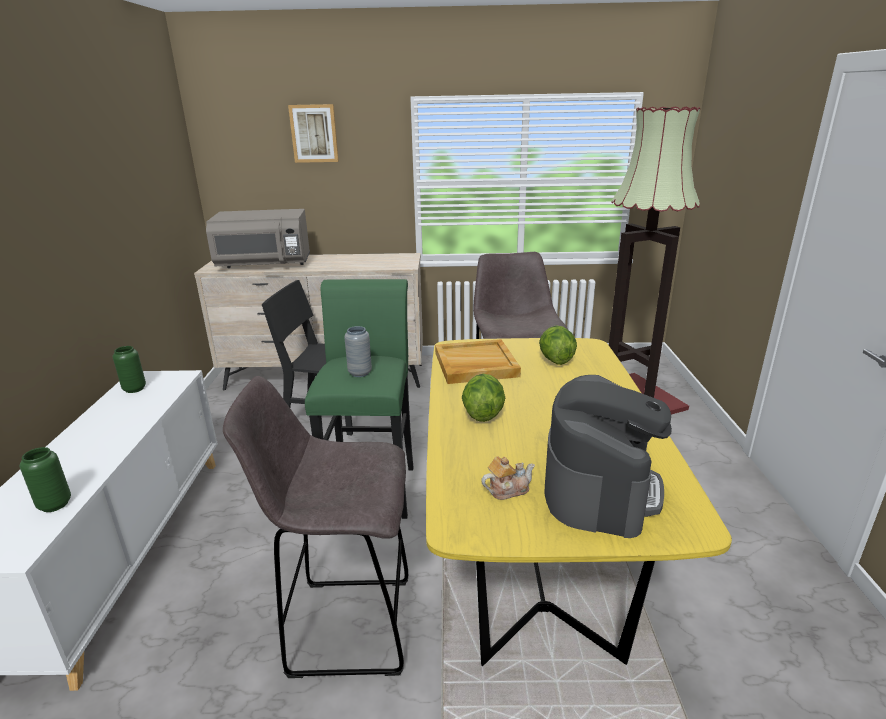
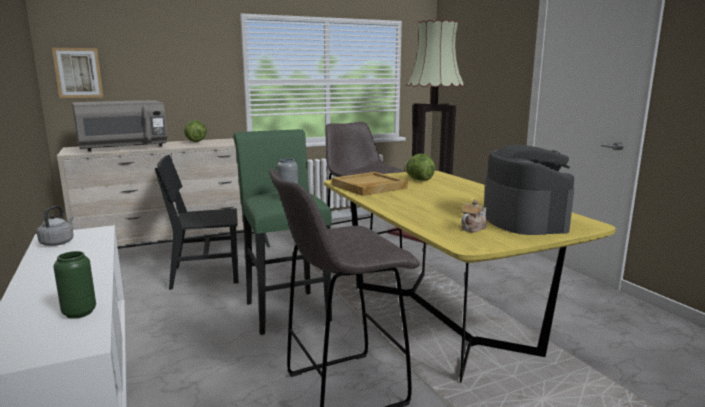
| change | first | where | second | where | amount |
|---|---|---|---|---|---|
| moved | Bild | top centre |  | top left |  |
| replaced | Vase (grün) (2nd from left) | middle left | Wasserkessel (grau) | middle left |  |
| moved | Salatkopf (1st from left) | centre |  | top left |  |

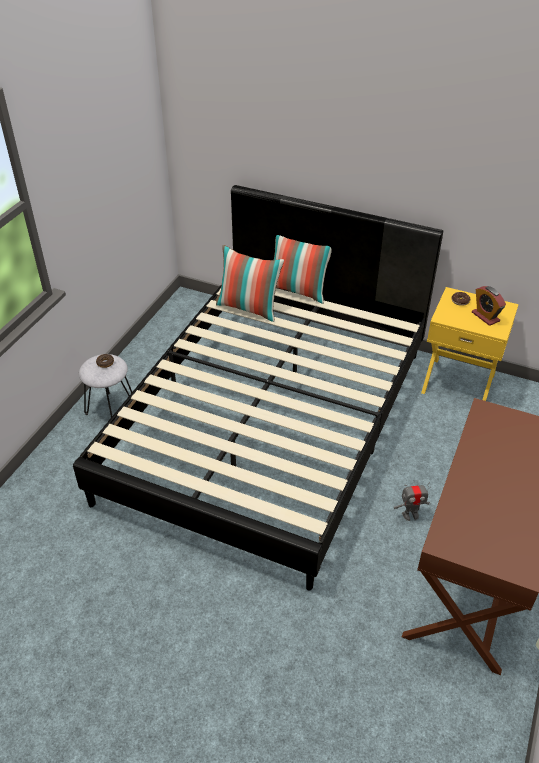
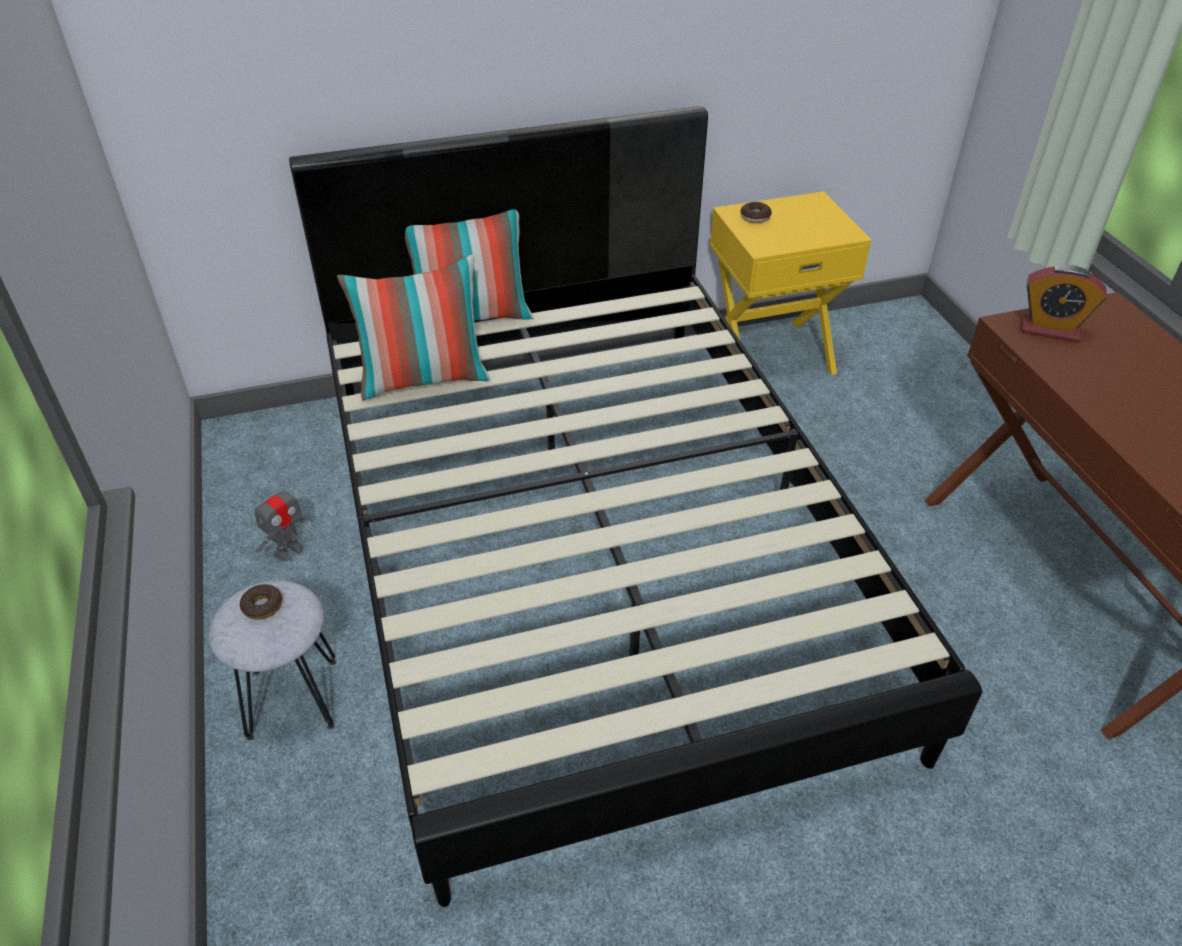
| change | first | where | second | where | amount |
|---|---|---|---|---|---|
| moved | Wecker | middle right |  | top right |  |
| moved | Spielzeugroboter | middle right |  | middle left |  |

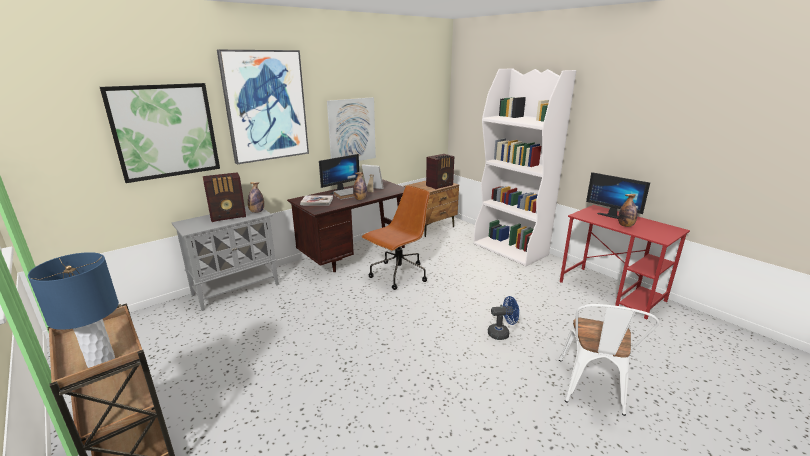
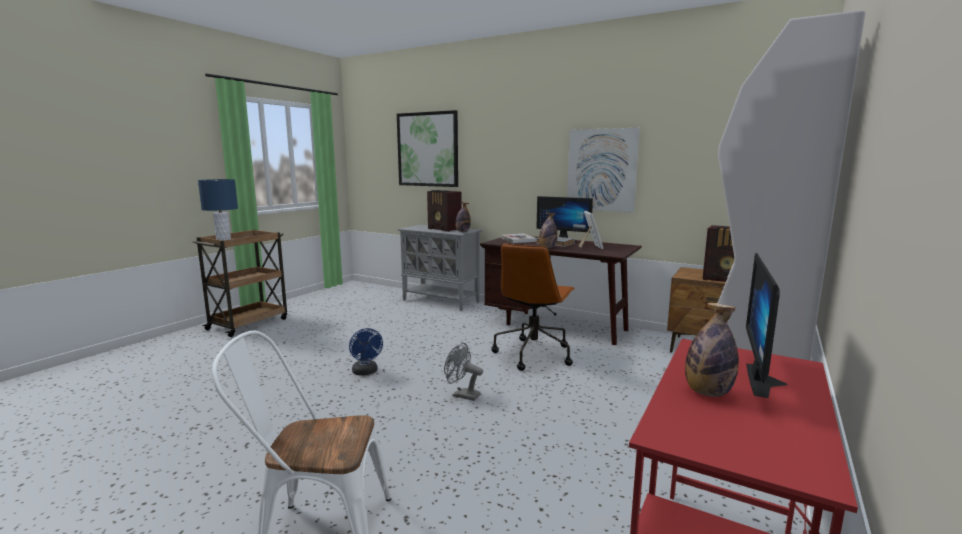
| change | first | where | second | where | amount |
|---|---|---|---|---|---|
| removed | Bild (2nd from left) | top left |  |  |  |
| turned | Bürostuhl (braun) | centre |  | centre | 90 degrees clockwise |
| moved | Ventilator (blau) | bottom centre |  | centre |  |
| added |  |  | Ventilator (grau) | bottom centre |  |

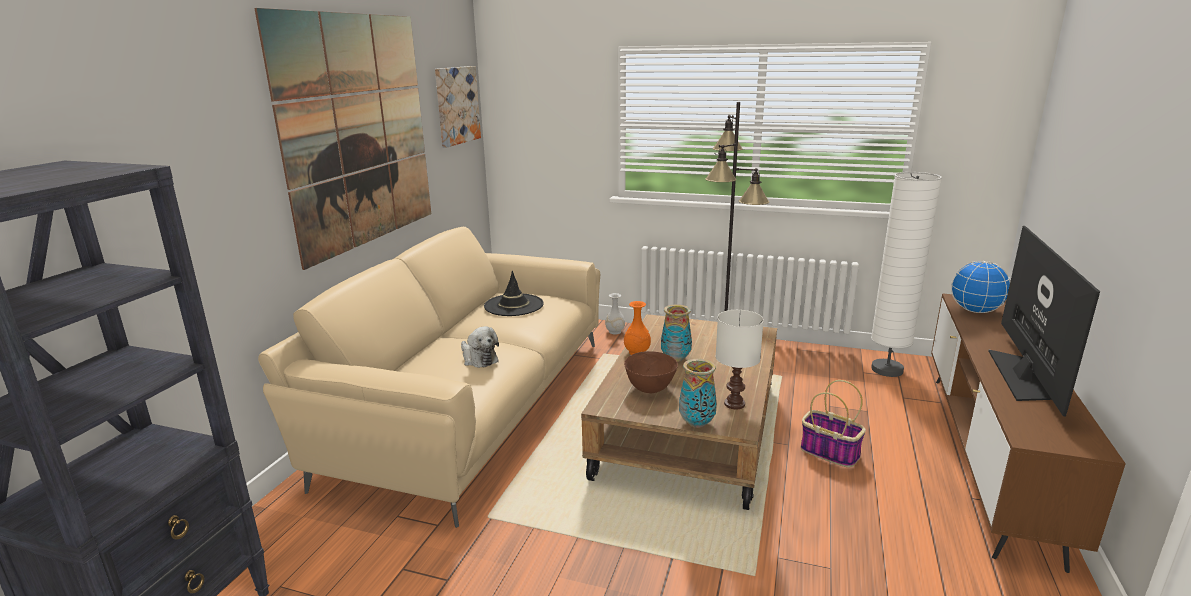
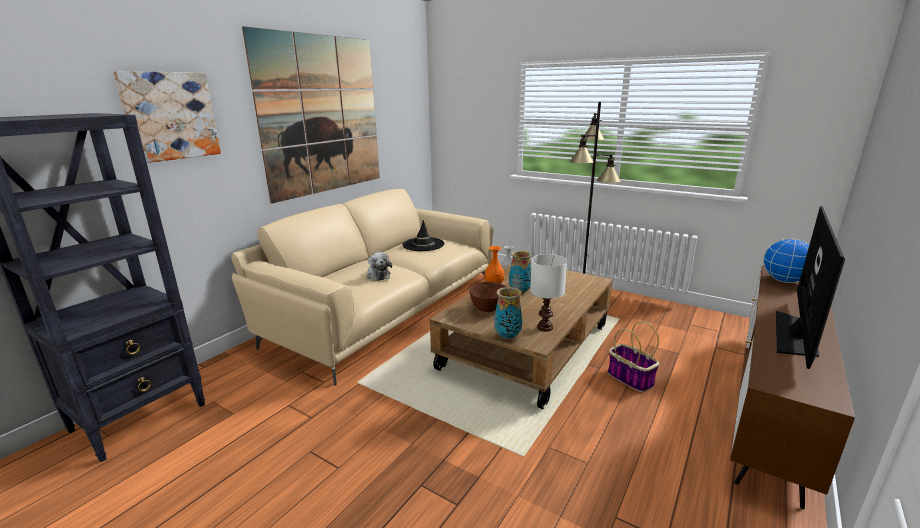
| change | first | where | second | where | amount |
|---|---|---|---|---|---|
| moved | Bild (2nd from left in the first image) | top centre | Bild (1st from left) | top left |  |
| removed | Stehlampe (weiß) | middle right |  |  |  |

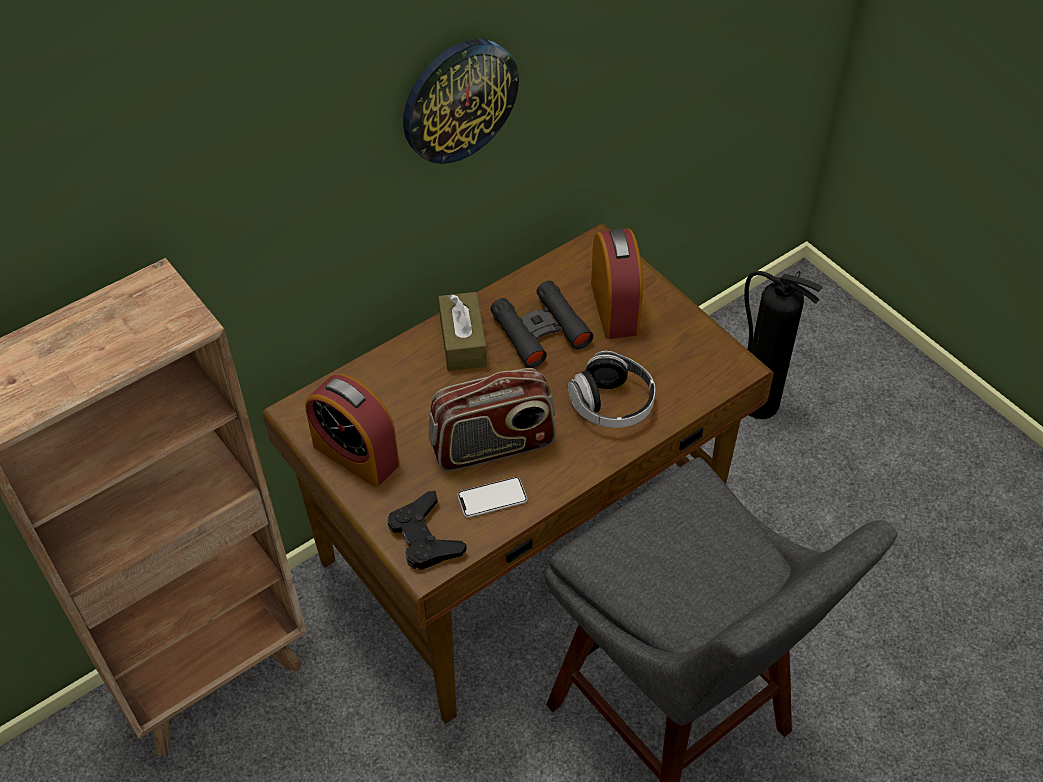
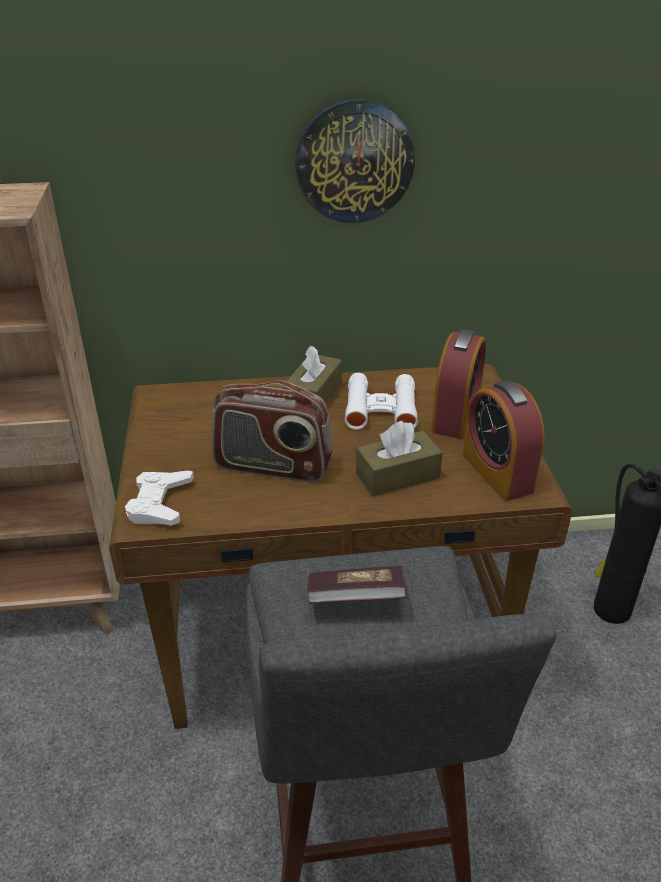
| change | first | where | second | where | amount |
|---|---|---|---|---|---|
| recoloured | Fernglas (schwarz) | centre | Fernglas (weiß) | centre |  |
| replaced | Kopfhörer | centre | Taschentuchbox (braun) (2nd from left) | centre |  |
| moved | Wecker (1st from left in the first image) | centre | Wecker (2nd from left) | middle right |  |
| removed | Handy | centre |  |  |  |
| recoloured | Gamepad (schwarz) | bottom centre | Gamepad (weiß) | middle left |  |
| added |  |  | Buch | centre |  |

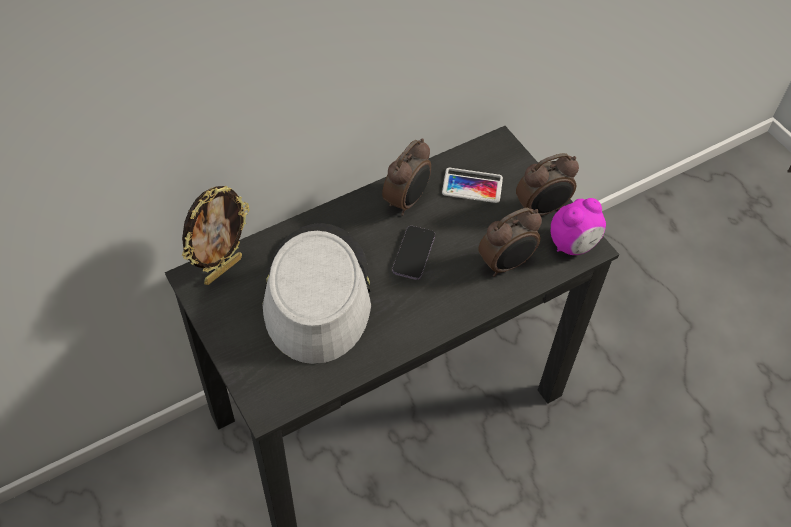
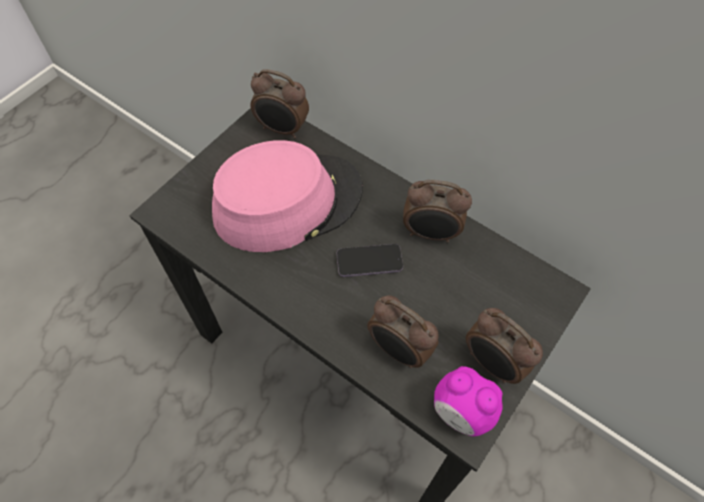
| change | first | where | second | where | amount |
|---|---|---|---|---|---|
| removed | Handy (2nd from left) | centre |  |  |  |
| replaced | Bilderrahmen | middle left | Wecker (1st from left) | top centre |  |
| recoloured | Hut (grau) | centre | Hut (rosa) | centre |  |

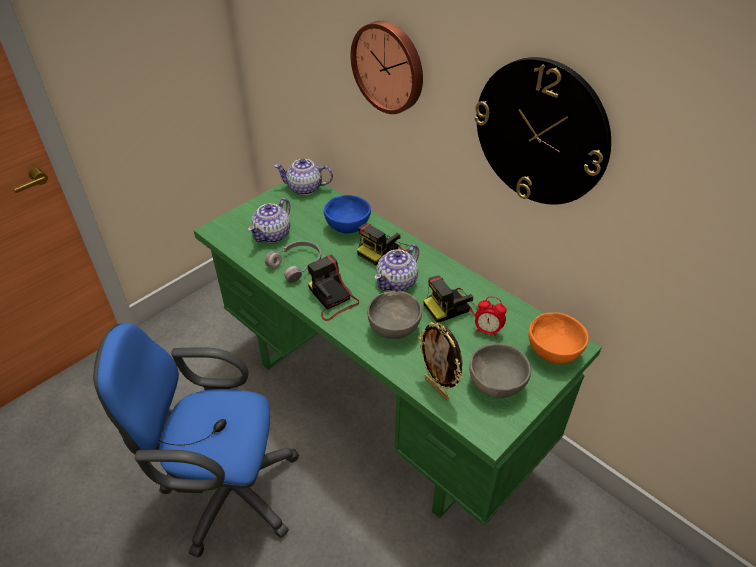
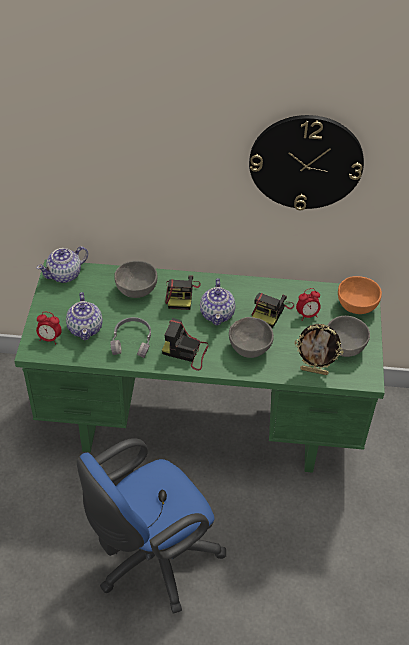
| change | first | where | second | where | amount |
|---|---|---|---|---|---|
| removed | Wanduhr (1st from left) | top centre |  |  |  |
| recoloured | Schüssel (blau) | centre | Schüssel (grau) (1st from left) | middle left |  |
| added |  |  | Wecker (1st from left) | middle left |  |

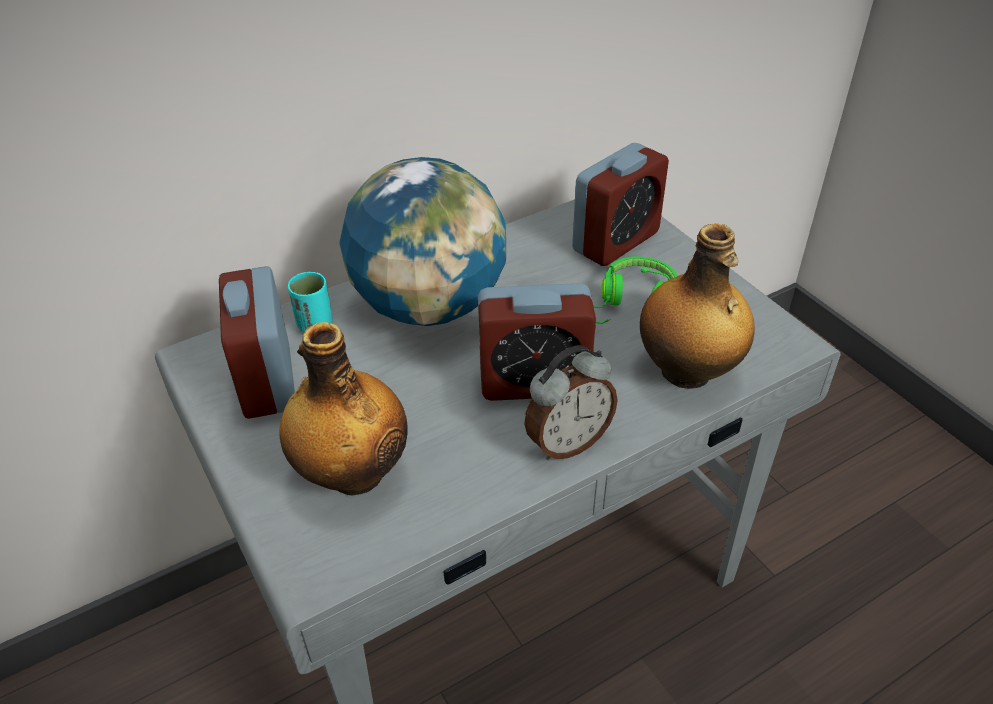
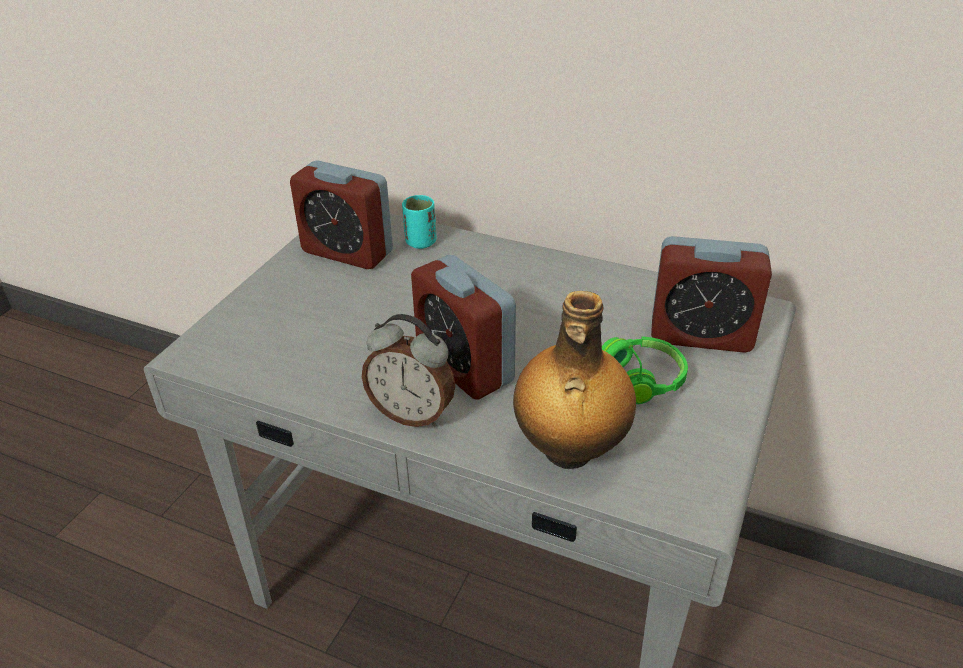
| change | first | where | second | where | amount |
|---|---|---|---|---|---|
| removed | Globus | centre |  |  |  |
| turned | Wecker (1st from left) | middle left |  | top centre | 105 degrees counterclockwise |
| removed | Flasche (1st from left) | centre |  |  |  |

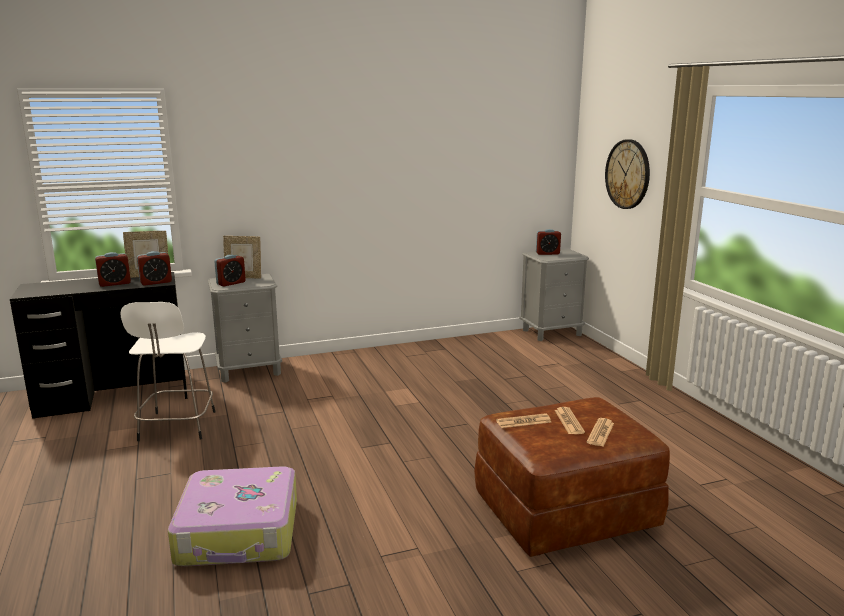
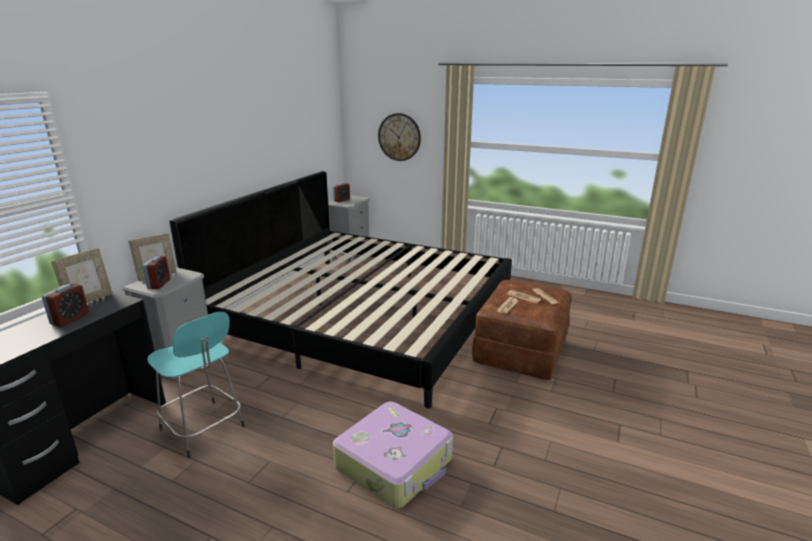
| change | first | where | second | where | amount |
|---|---|---|---|---|---|
| removed | Wecker (2nd from left) | middle left |  |  |  |
| recoloured | Hocker (weiß) | middle left | Hocker (türkis) | bottom left |  |
| added |  |  | Bett | centre |  |

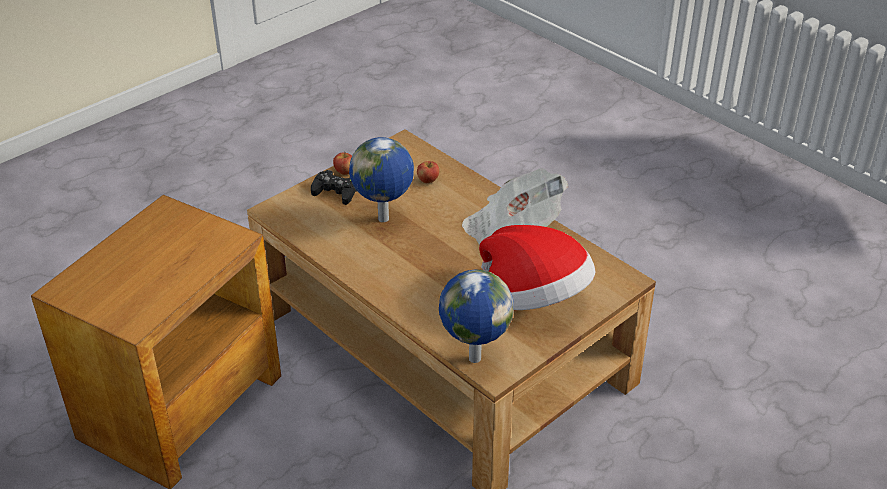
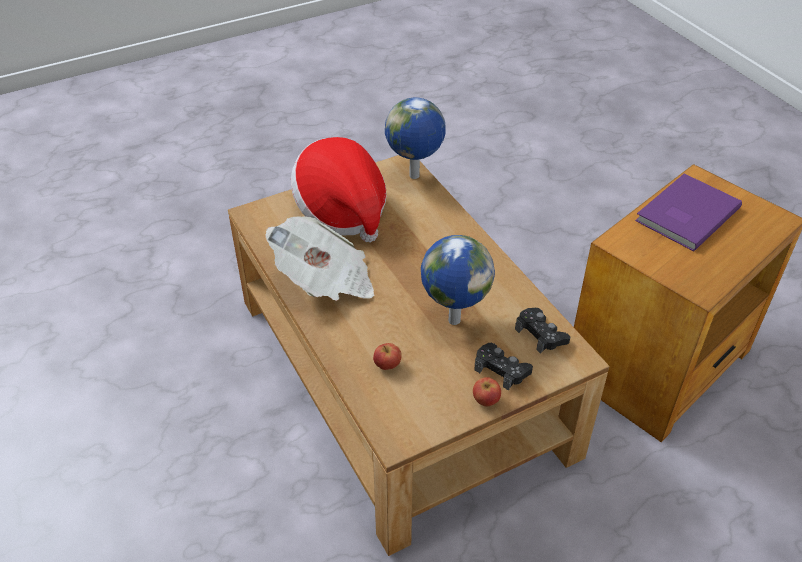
| change | first | where | second | where | amount |
|---|---|---|---|---|---|
| added |  |  | Buch (lila) | middle right |  |
| added |  |  | Gamepad (schwarz) (2nd from left) | middle right |  |

